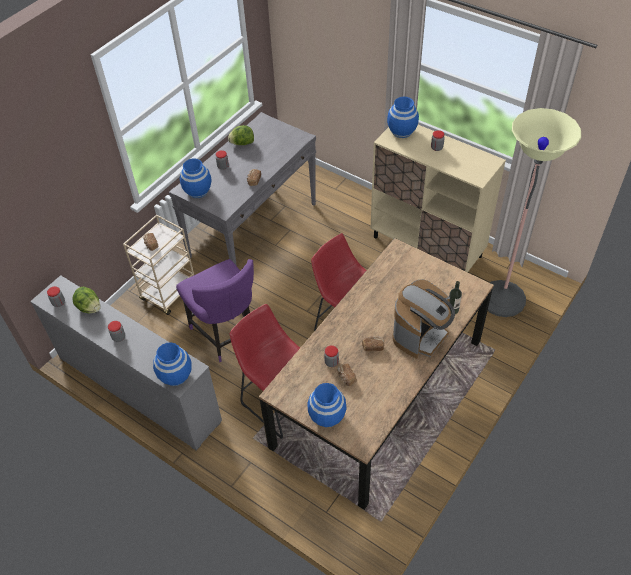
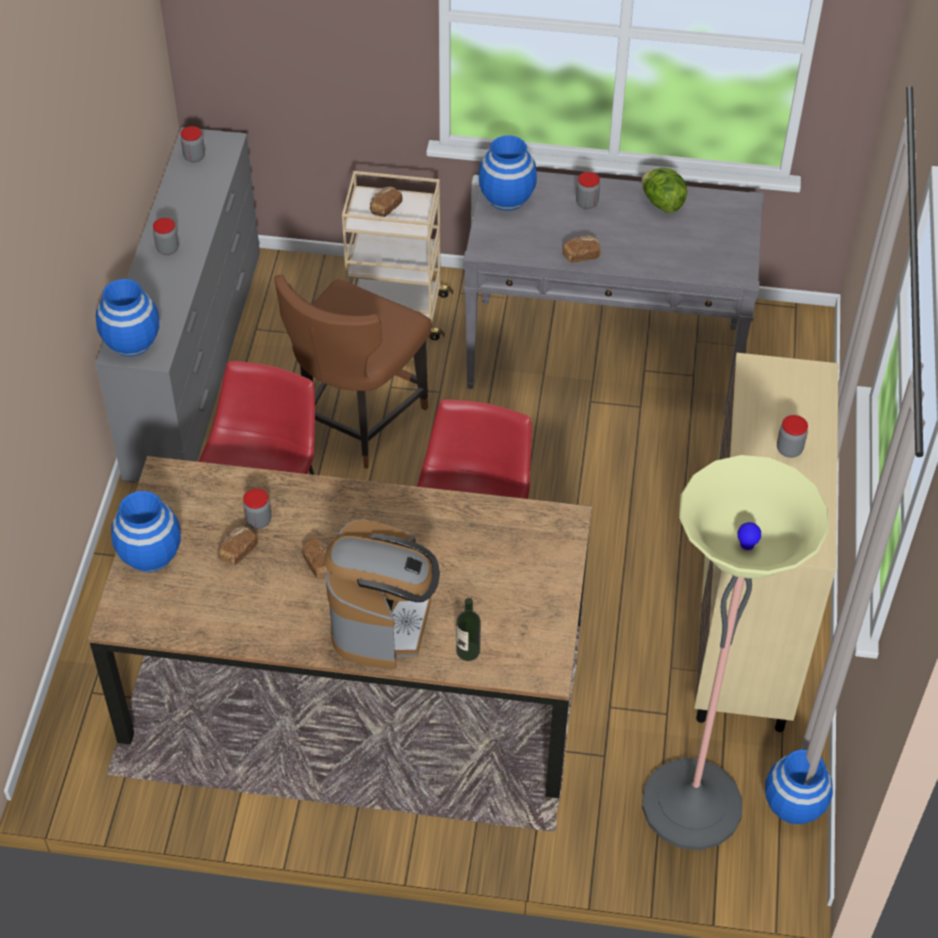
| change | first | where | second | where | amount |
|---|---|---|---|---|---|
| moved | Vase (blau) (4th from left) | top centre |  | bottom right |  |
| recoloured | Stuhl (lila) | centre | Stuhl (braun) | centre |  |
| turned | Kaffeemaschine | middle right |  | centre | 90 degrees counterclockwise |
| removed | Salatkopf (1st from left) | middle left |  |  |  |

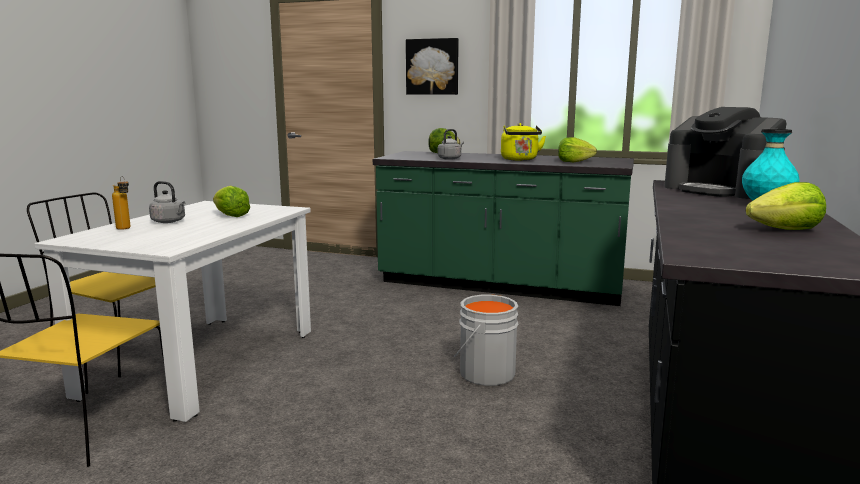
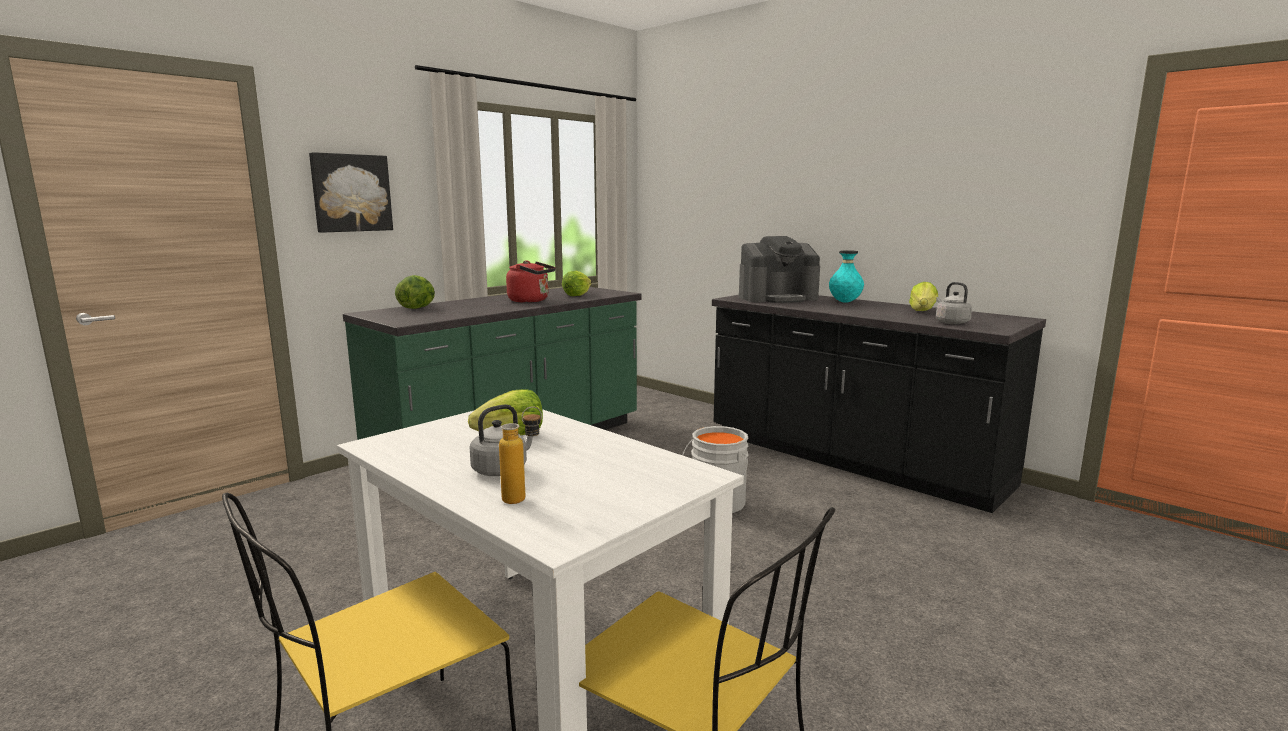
| change | first | where | second | where | amount |
|---|---|---|---|---|---|
| recoloured | Wasserkessel (gelb) | top centre | Wasserkessel (rot) | centre |  |
| moved | Wasserkessel (grau) (2nd from left) | top centre |  | middle right |  |

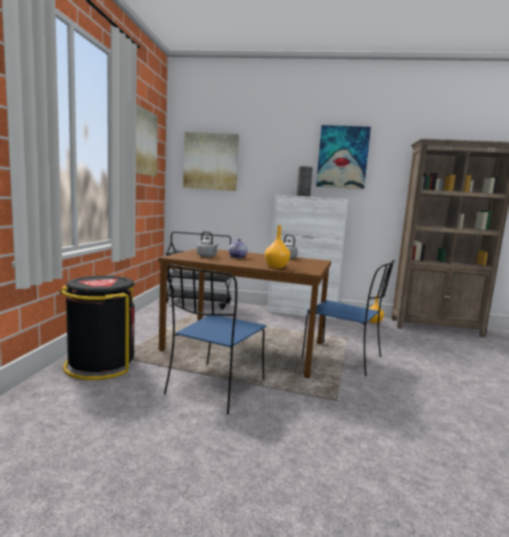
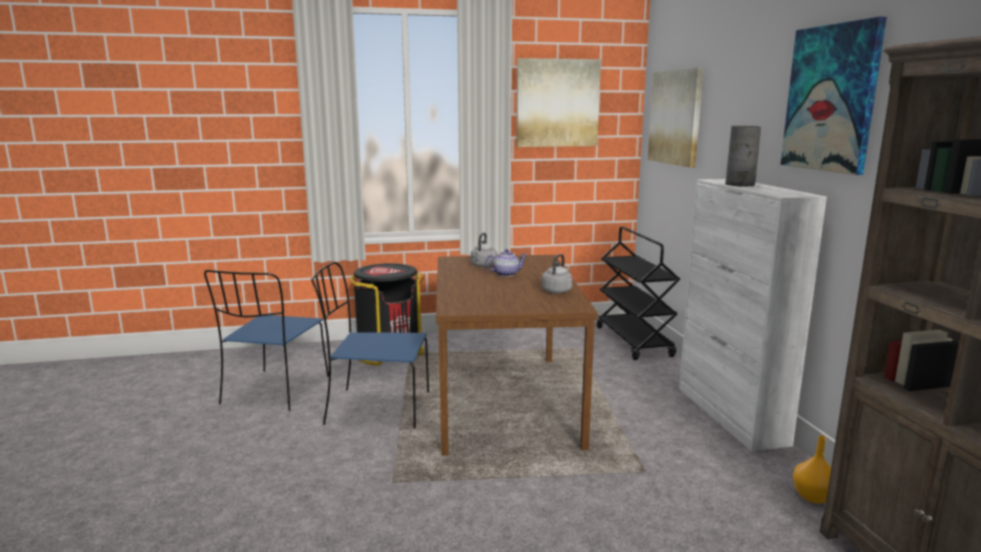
| change | first | where | second | where | amount |
|---|---|---|---|---|---|
| removed | Vase (orange) (1st from left) | centre |  |  |  |
| moved | Stuhl (blau) (2nd from left in the first image) | middle right | Stuhl (blau) (1st from left) | middle left |  |

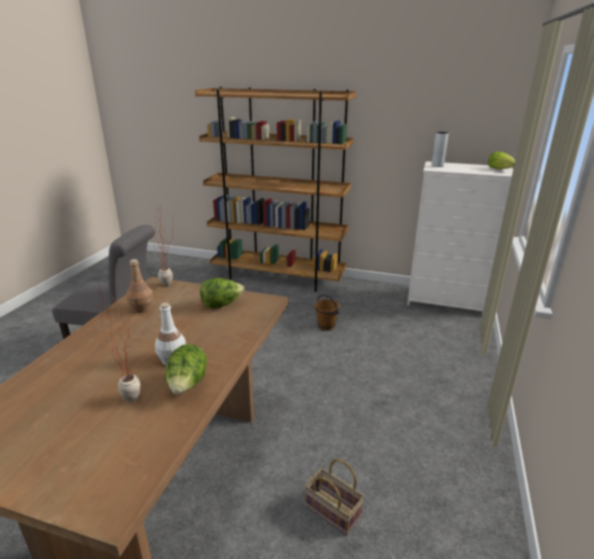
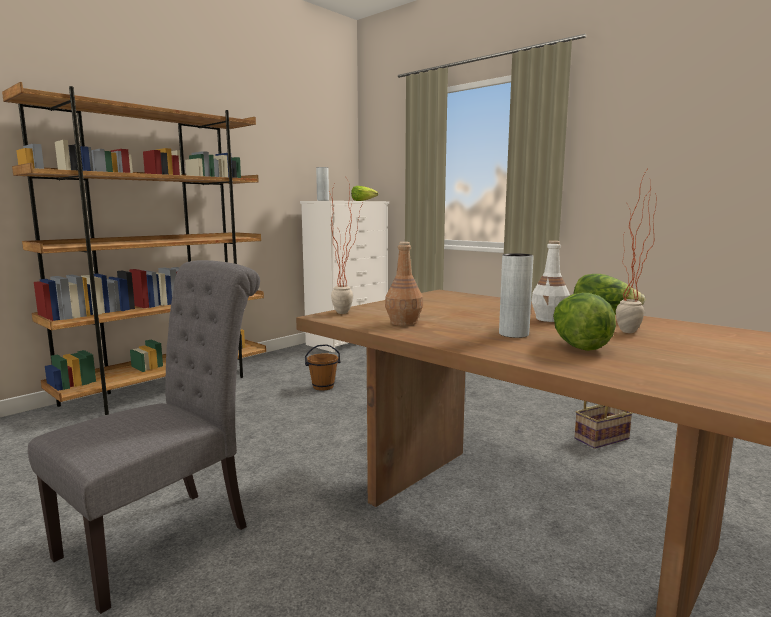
| change | first | where | second | where | amount |
|---|---|---|---|---|---|
| moved | Salatkopf (2nd from left) | centre |  | middle right |  |
| added |  |  | Vase (grau) (2nd from left) | middle right |  |

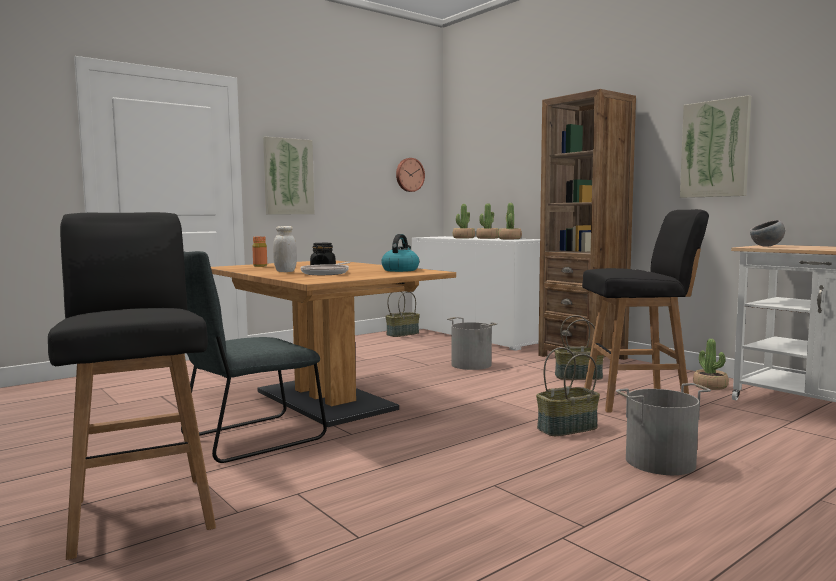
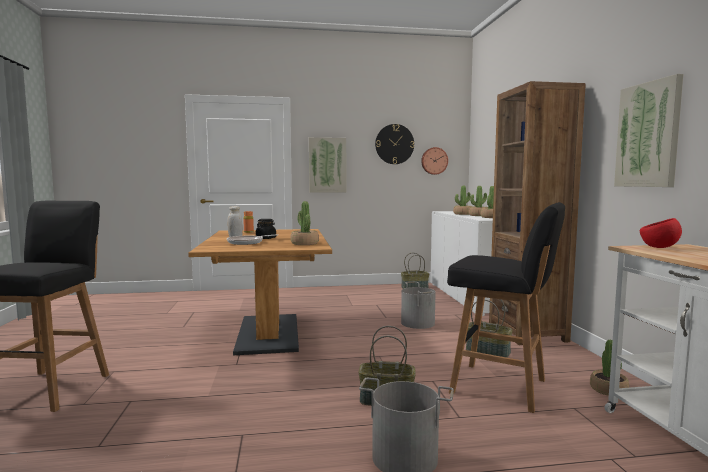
| change | first | where | second | where | amount |
|---|---|---|---|---|---|
| recoloured | Schüssel (grau) | middle right | Schüssel (rot) | middle right |  |
| replaced | Wasserkessel | centre | Topfpflanze (1st from left) | centre |  |
| removed | Stuhl (grau) | middle left |  |  |  |
| added |  |  | Wanduhr (1st from left) | top centre |  |

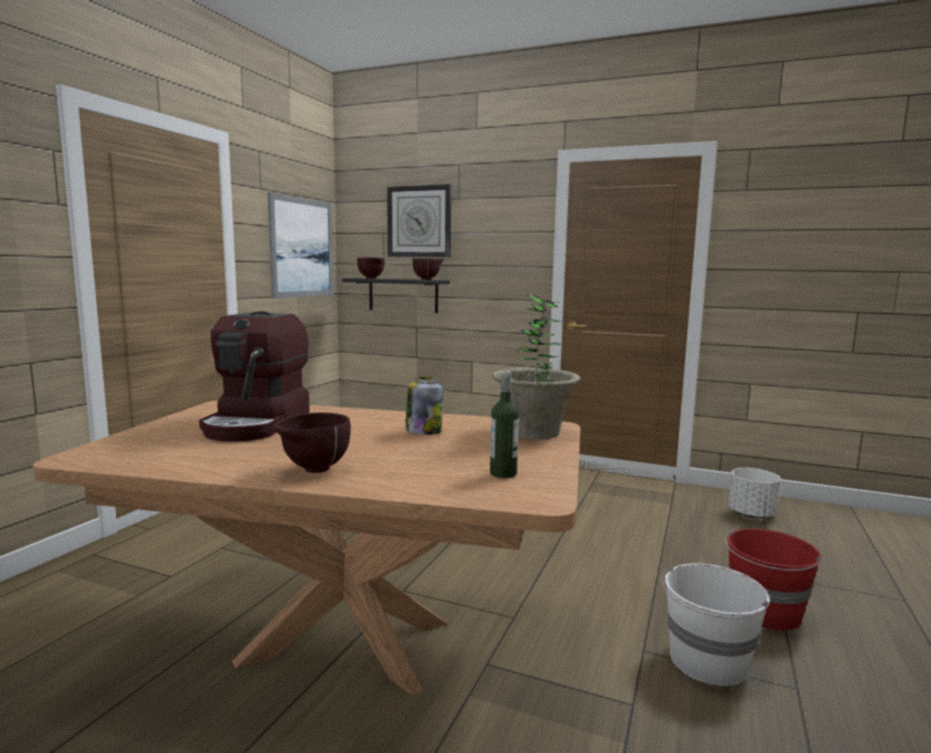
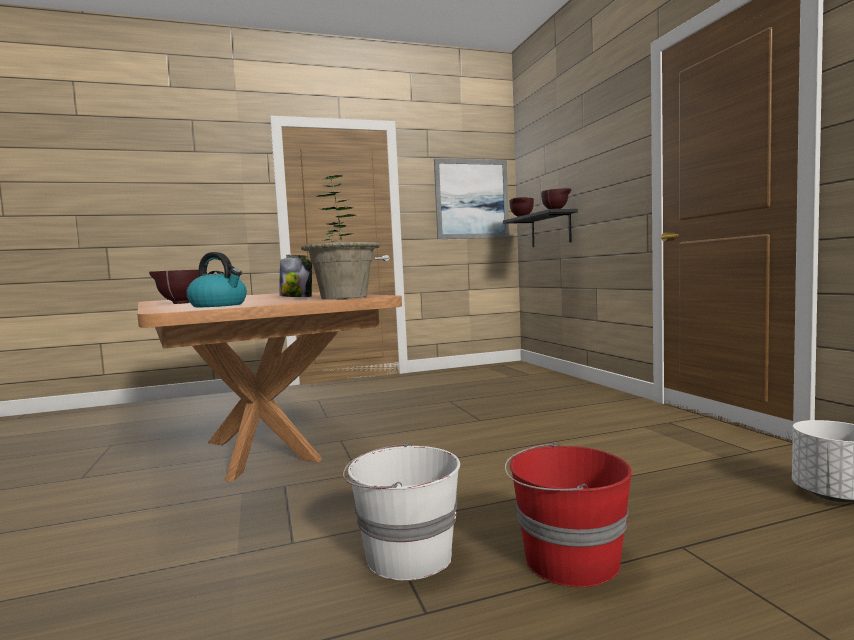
| change | first | where | second | where | amount |
|---|---|---|---|---|---|
| removed | Wanduhr | top centre |  |  |  |
| removed | Kaffeemaschine | middle left |  |  |  |
| replaced | Flasche | centre | Wasserkessel | middle left |  |

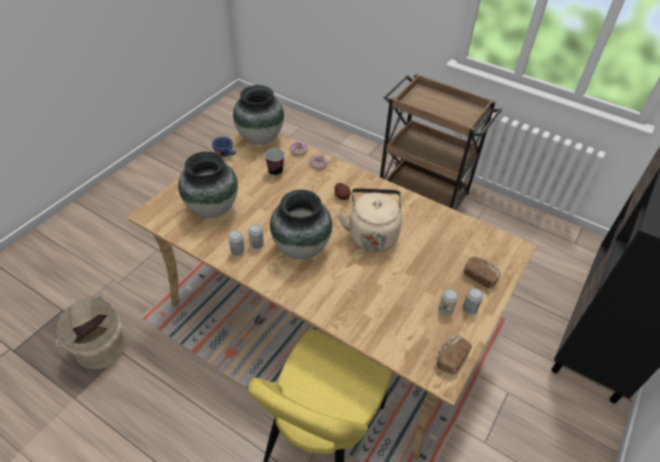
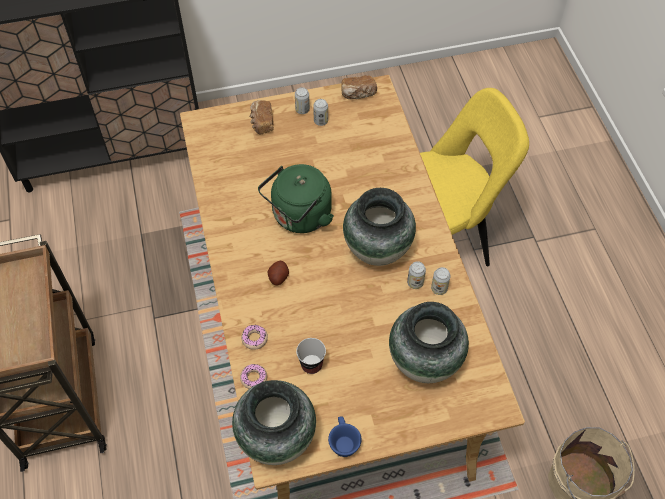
| change | first | where | second | where | amount |
|---|---|---|---|---|---|
| recoloured | Wasserkessel (beige) | centre | Wasserkessel (grün) | centre |  |

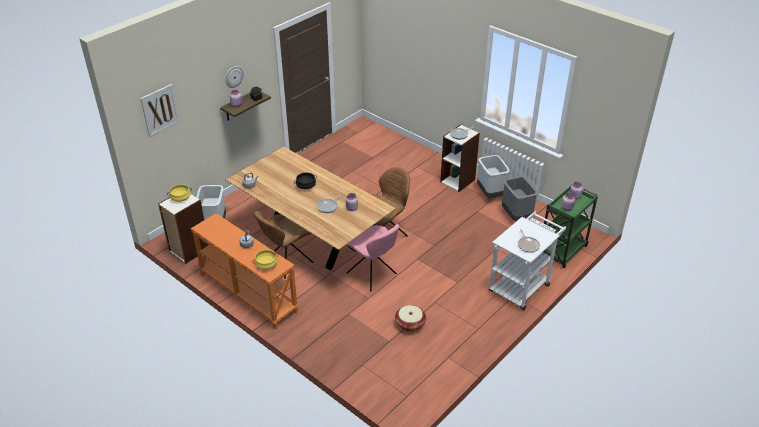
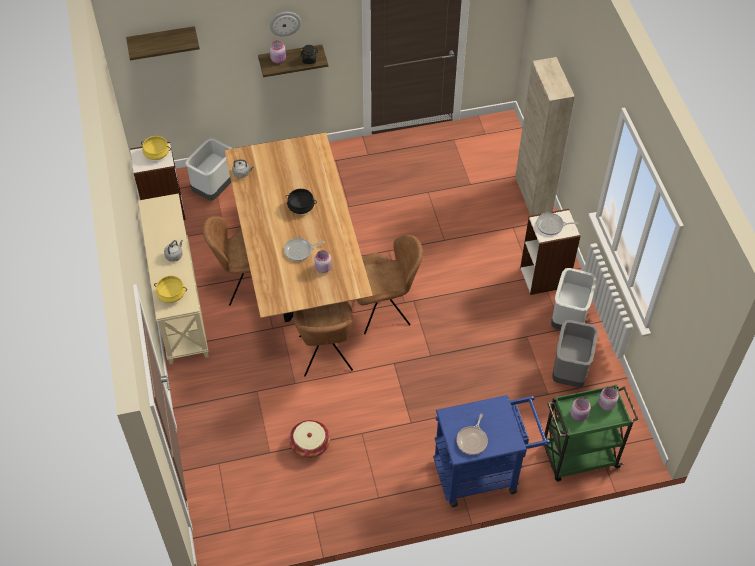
| change | first | where | second | where | amount |
|---|---|---|---|---|---|
| replaced | Bild | top left | Wandregal (1st from left) | top left |  |
| recoloured | Rollwagen (weiß) | middle right | Rollwagen (blau) | bottom centre |  |
| recoloured | Konsolentisch (orange) | middle left | Konsolentisch (beige) | middle left |  |
| recoloured | Stuhl (rosa) | centre | Stuhl (braun) (2nd from left) | centre |  |
| added |  |  | Schrank (beige) | top right |  |

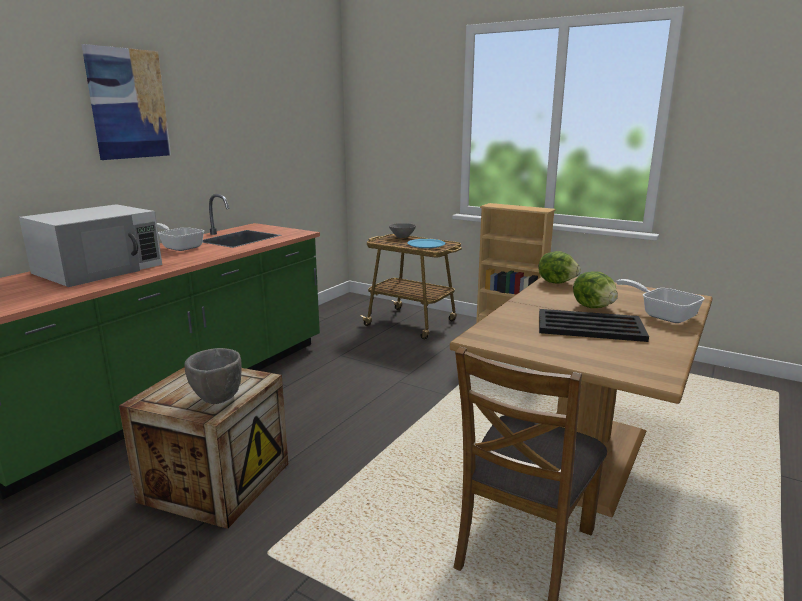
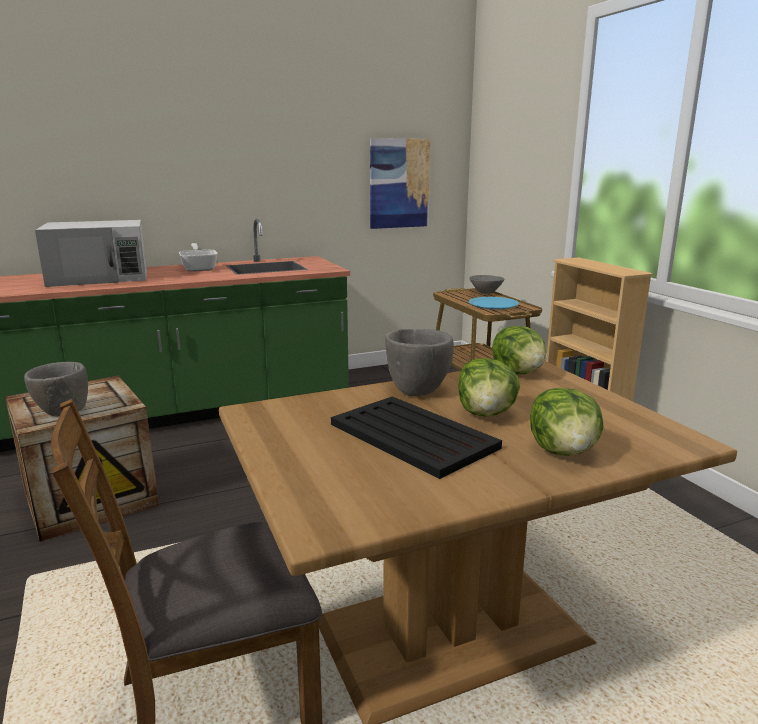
| change | first | where | second | where | amount |
|---|---|---|---|---|---|
| moved | Bild | top left |  | top centre |  |
| replaced | Pfanne (2nd from left) | middle right | Salatkopf (3rd from left) | middle right |  |
| added |  |  | Schüssel (grau) (2nd from left) | centre |  |

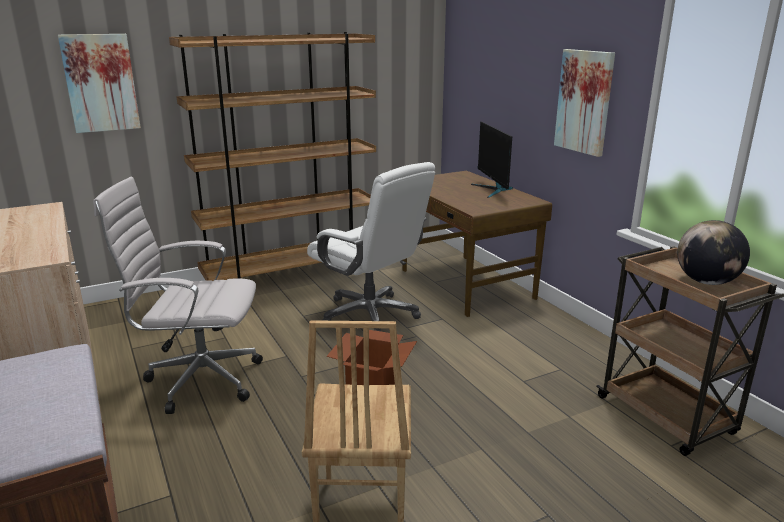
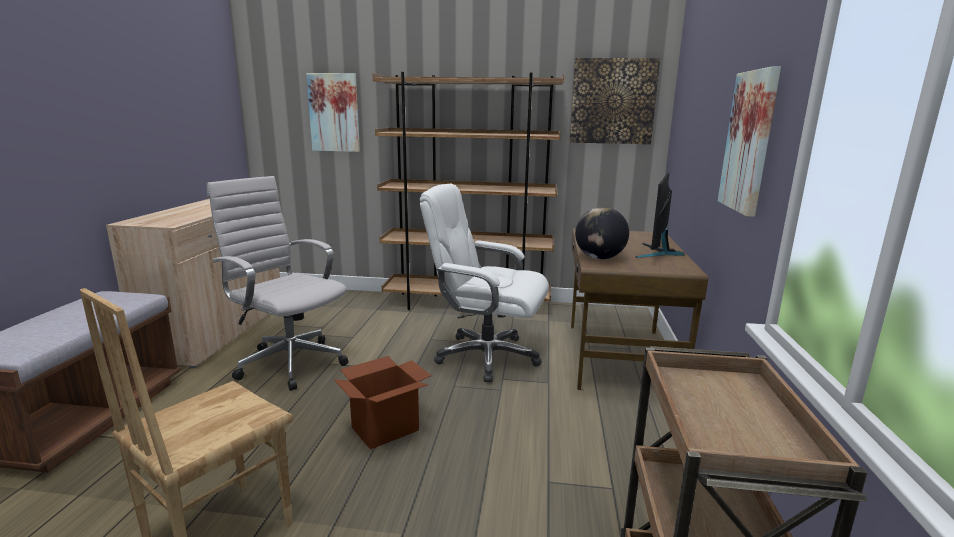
| change | first | where | second | where | amount |
|---|---|---|---|---|---|
| turned | Bürostuhl (weiß) (2nd from left) | centre |  | centre | 120 degrees clockwise |
| moved | Globus | middle right |  | centre |  |
| added |  |  | Bild (2nd from left) | top centre |  |

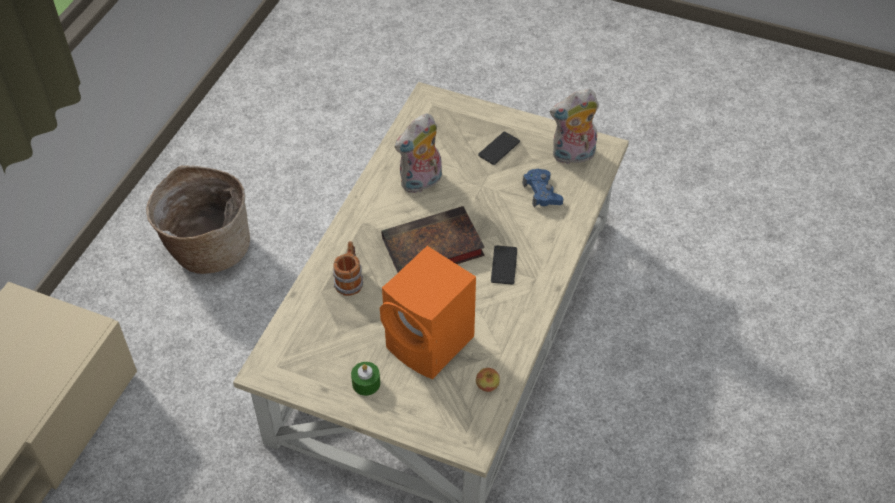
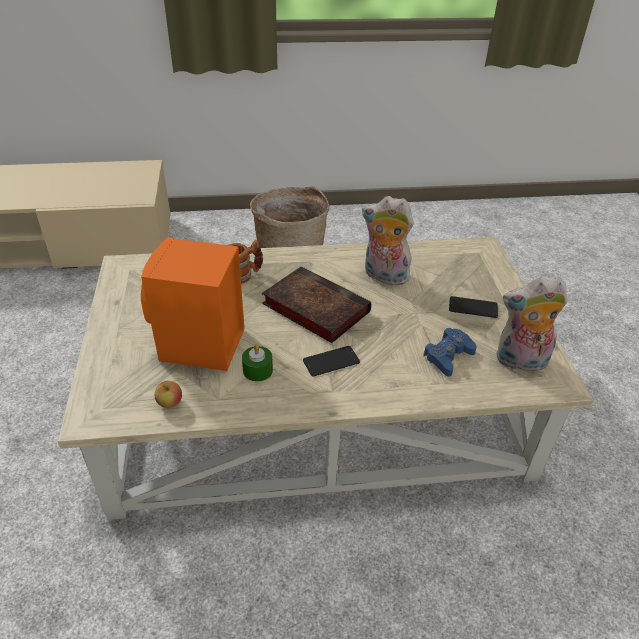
| change | first | where | second | where | amount |
|---|---|---|---|---|---|
| turned | Plüschtier (2nd from left) | top centre |  | middle right | 45 degrees counterclockwise |
| moved | Kerze (grün) | bottom centre |  | centre |  |

